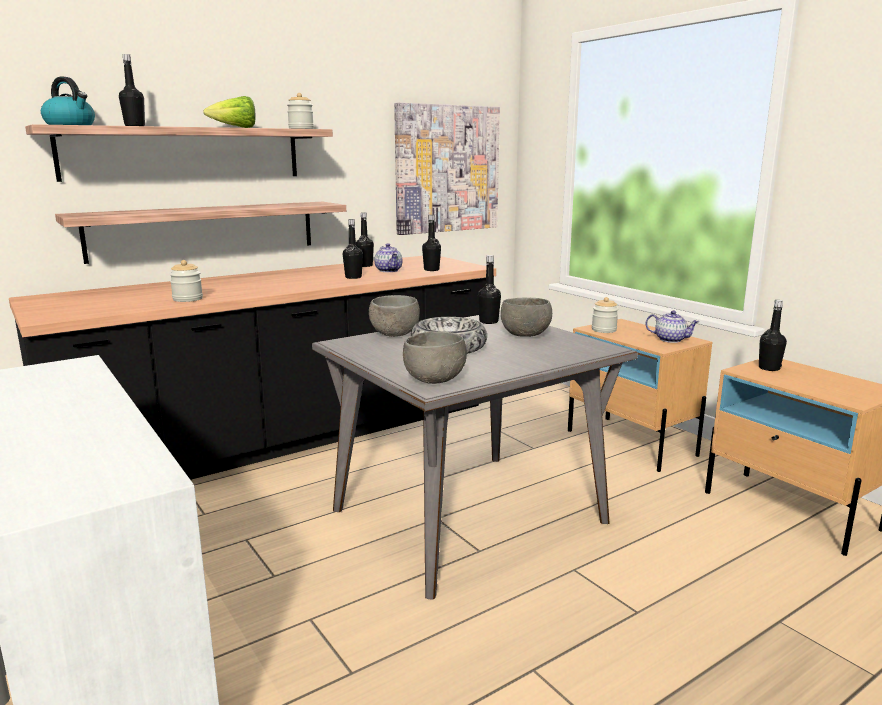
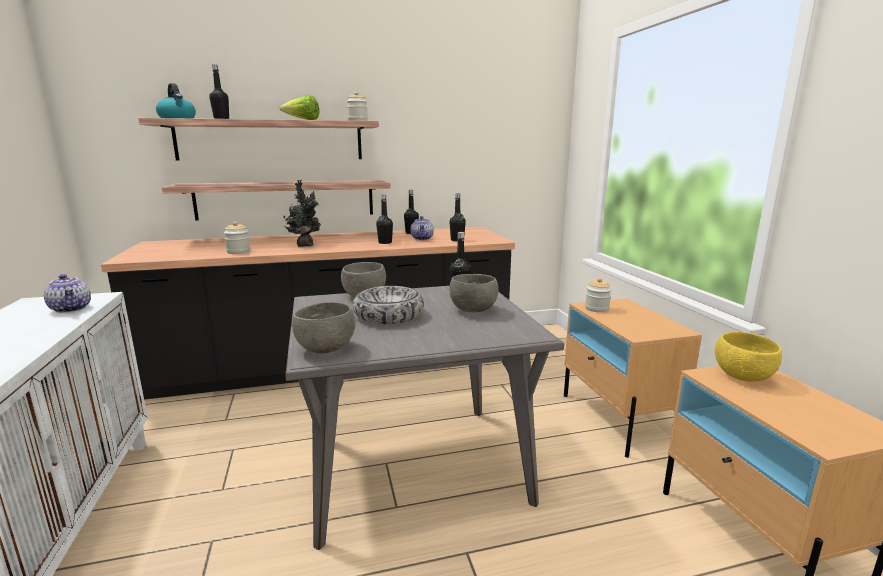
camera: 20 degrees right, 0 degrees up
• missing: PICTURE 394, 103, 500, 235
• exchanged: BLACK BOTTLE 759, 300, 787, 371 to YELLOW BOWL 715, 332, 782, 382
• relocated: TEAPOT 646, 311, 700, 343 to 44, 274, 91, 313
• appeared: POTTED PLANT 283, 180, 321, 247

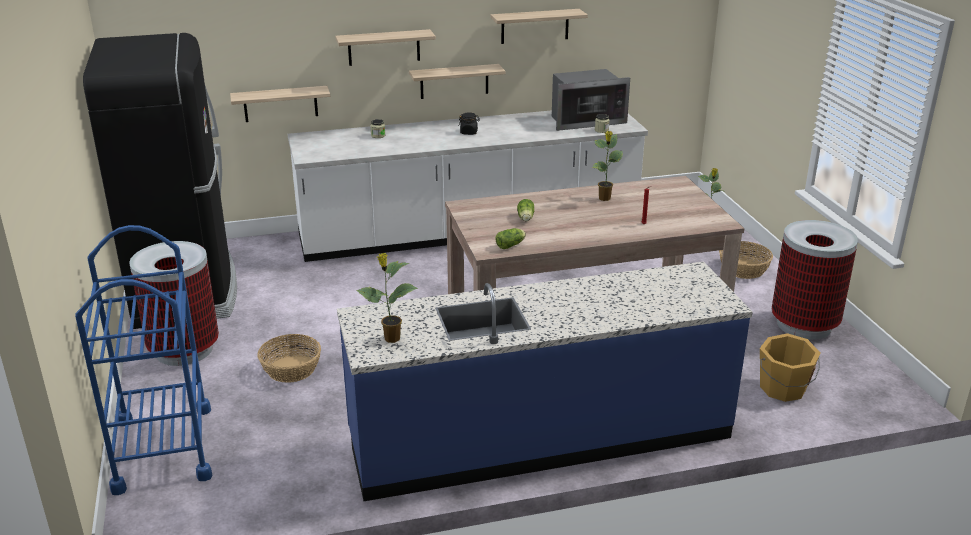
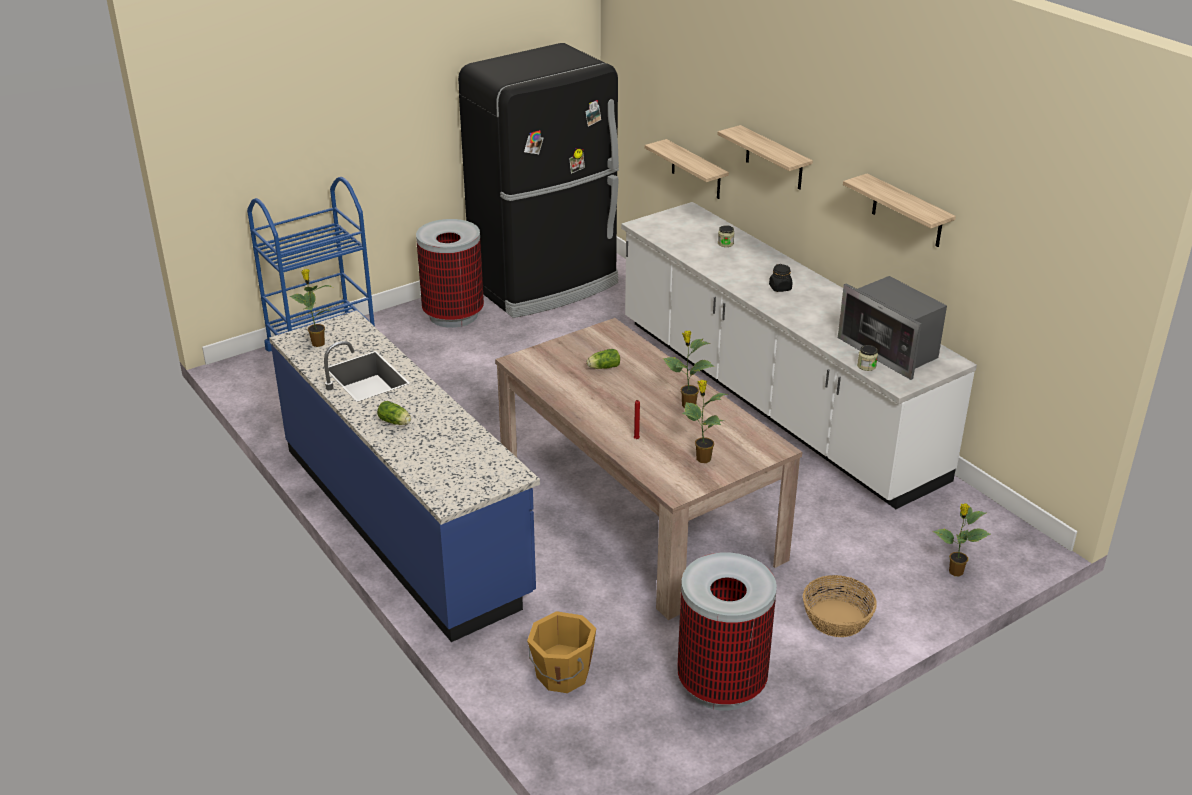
camera: 70 degrees right, 5 degrees up
• missing: SHELF 409, 64, 506, 99
• relocated: LETTUCE 495, 228, 526, 249 to 377, 401, 411, 425
• missing: BASKET 257, 334, 321, 383
• appeared: POTTED PLANT 682, 380, 728, 463

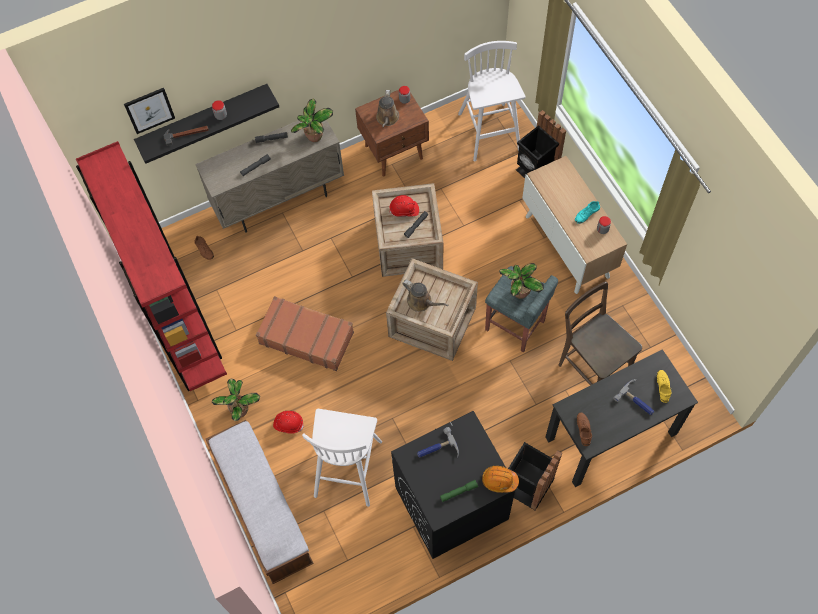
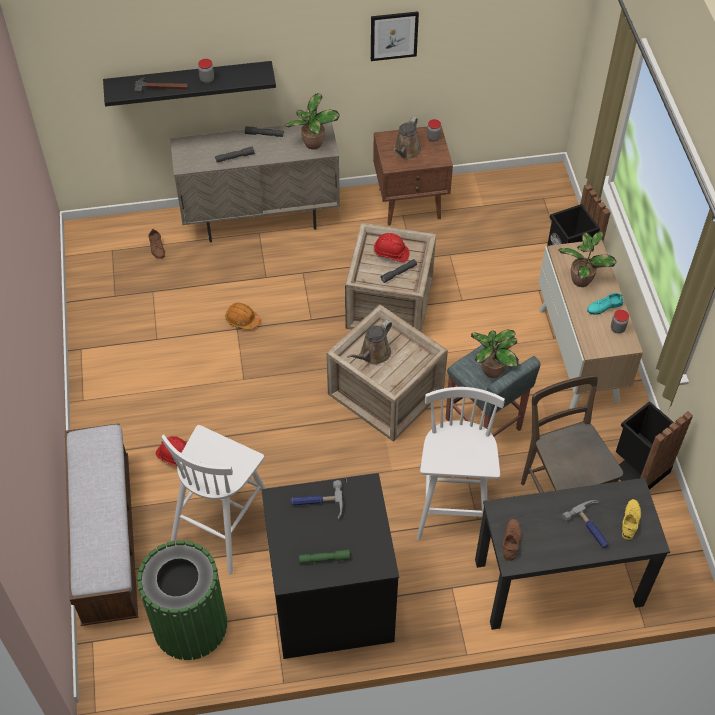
camera: 15 degrees right, 10 degrees down
• relocated: WHITE STOOL 458, 41, 525, 162 to 417, 387, 505, 541
• relocated: PICTURE 124, 88, 175, 134 to 371, 11, 419, 61
• missing: RED BOOKCASE 76, 141, 227, 391
• spun: BROWN WATERING CAN 402, 280, 448, 312 = 347, 320, 392, 365 75 degrees clockwise
• missing: BROWN SUITCASE 256, 296, 354, 371
• relocated: POTTED PLANT 211, 378, 260, 421 to 558, 232, 616, 287
• relocated: BLACK TRASH CAN 508, 442, 562, 511 to 616, 401, 693, 490
• relocated: ORANGE HARD HAT 482, 466, 519, 493 to 225, 303, 260, 330
• appeared: GREEN TRASH CAN 137, 540, 227, 660

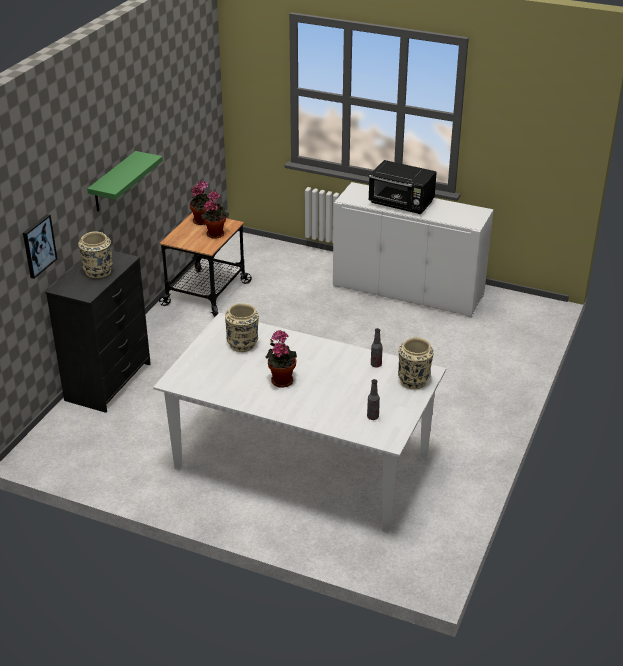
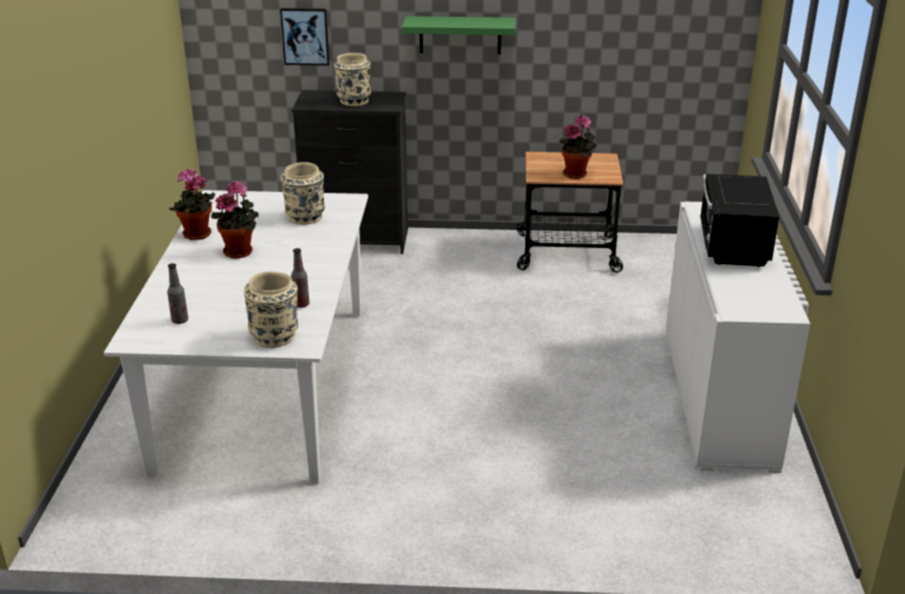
camera: 70 degrees right, 5 degrees down
• relocated: POTTED PLANT 190, 181, 213, 225 to 169, 169, 215, 240

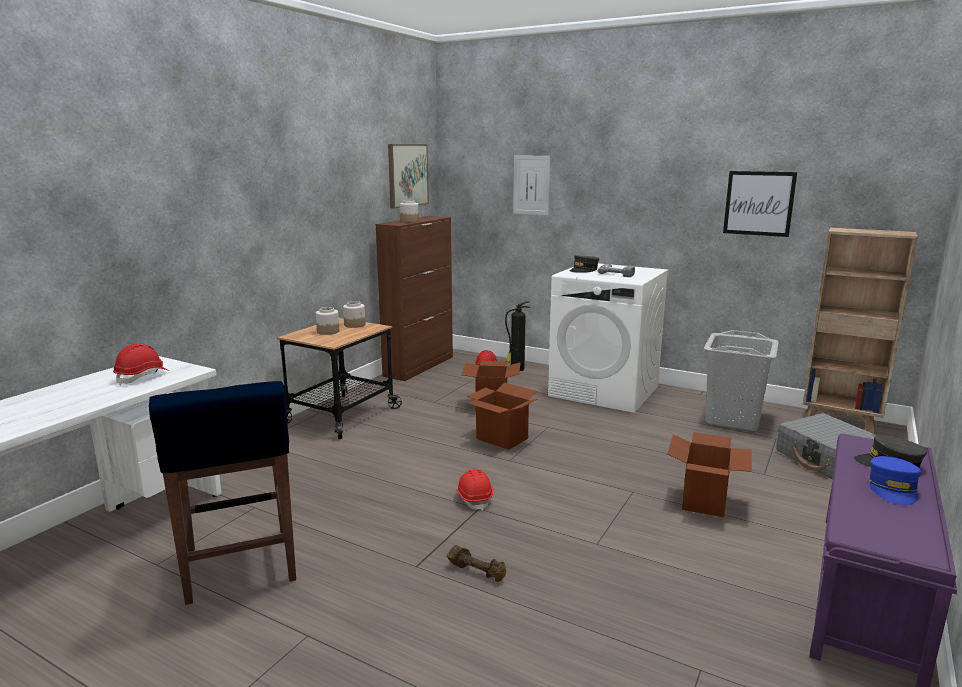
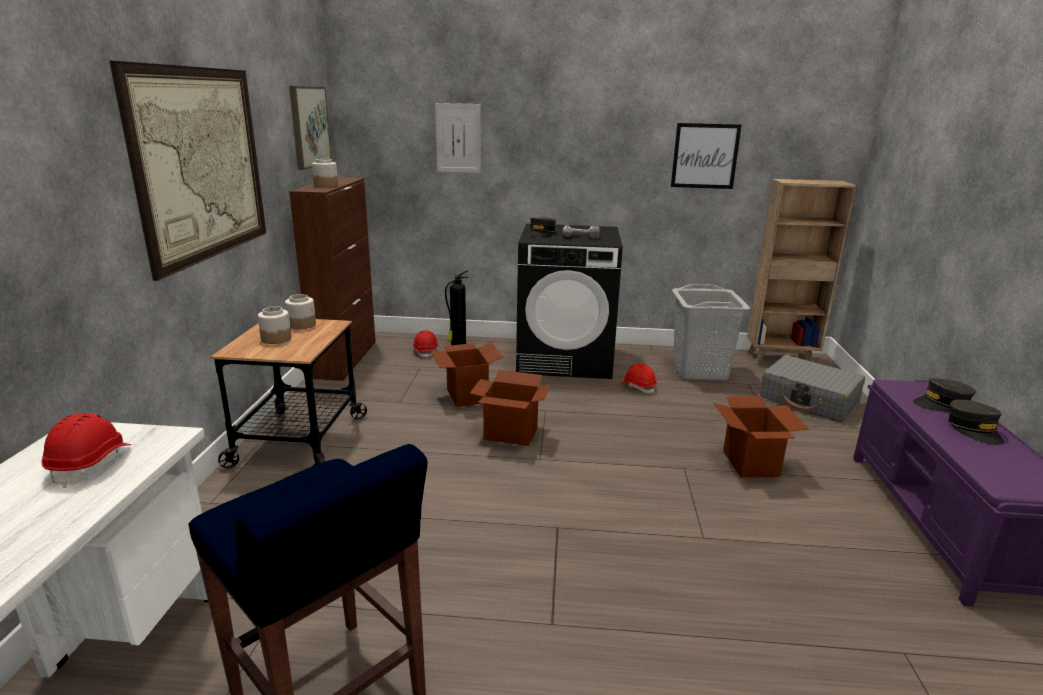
camera: 25 degrees left, 5 degrees up
• colour: WHITE WASHING MACHINE 548, 263, 668, 413 to BLACK WASHING MACHINE 516, 224, 623, 379
• colour: BLUE CAP 869, 456, 921, 505 to GREY CAP 949, 399, 1004, 445
• relocated: RED HARD HAT 456, 469, 493, 511 to 621, 363, 657, 393
• missing: BROWN DUMBBELL 446, 545, 506, 582
• appeared: PICTURE 109, 61, 266, 281

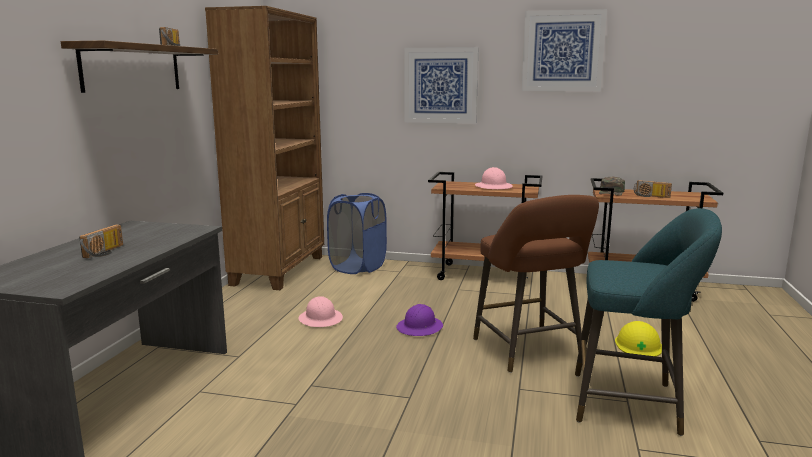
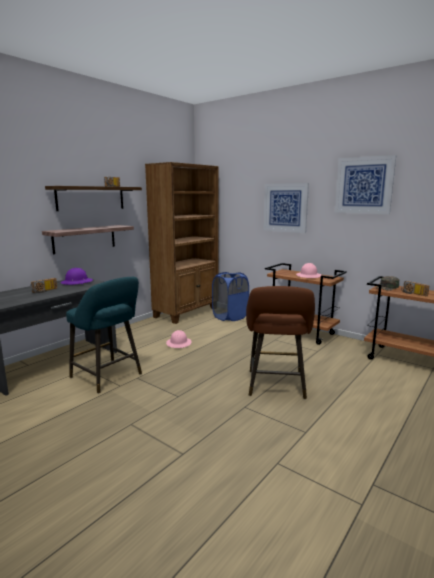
camera: 25 degrees right, 0 degrees up
• relocated: TURQUOISE STOOL 575, 208, 722, 436 to 66, 277, 142, 394
• relocated: PURPLE HARD HAT 396, 304, 443, 336 to 60, 268, 93, 285
• missing: YELLOW HARD HAT 615, 321, 662, 356
• appeared: SHELF 42, 225, 134, 254

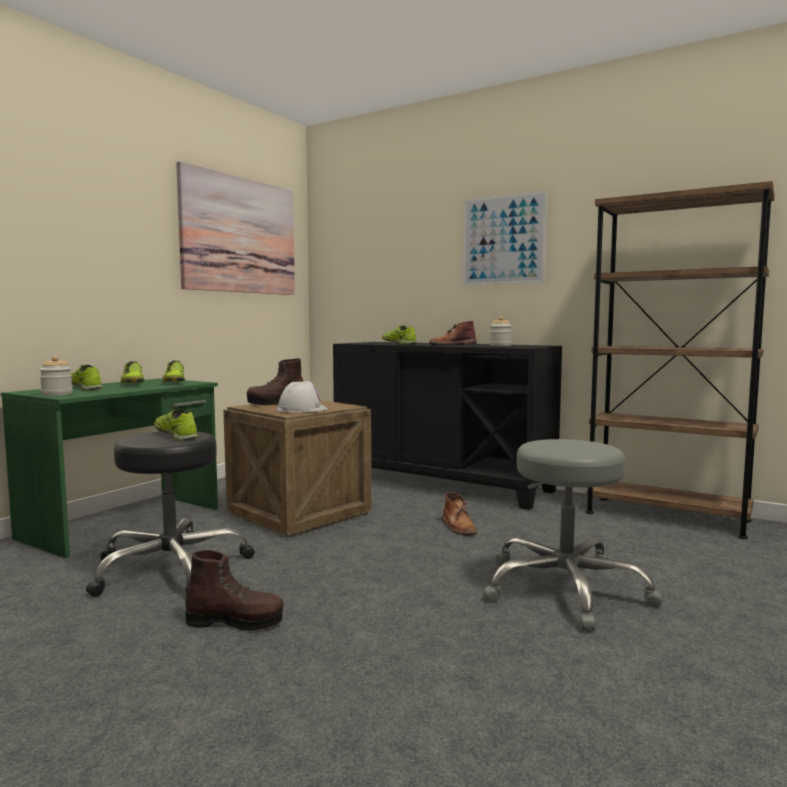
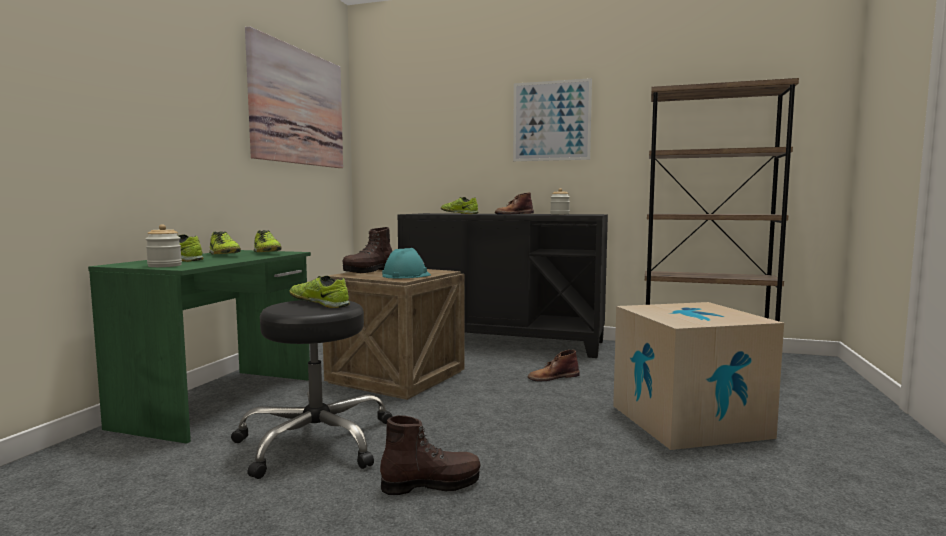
camera: 15 degrees left, 0 degrees up
• colour: WHITE HARD HAT 277, 381, 328, 413 to TURQUOISE HARD HAT 382, 248, 431, 278
• exchanged: GREY STOOL 483, 439, 663, 631 to CARDBOARD BOX 613, 302, 784, 450
• spun: BROWN BOOT 442, 492, 478, 536 = 528, 350, 580, 381 105 degrees clockwise

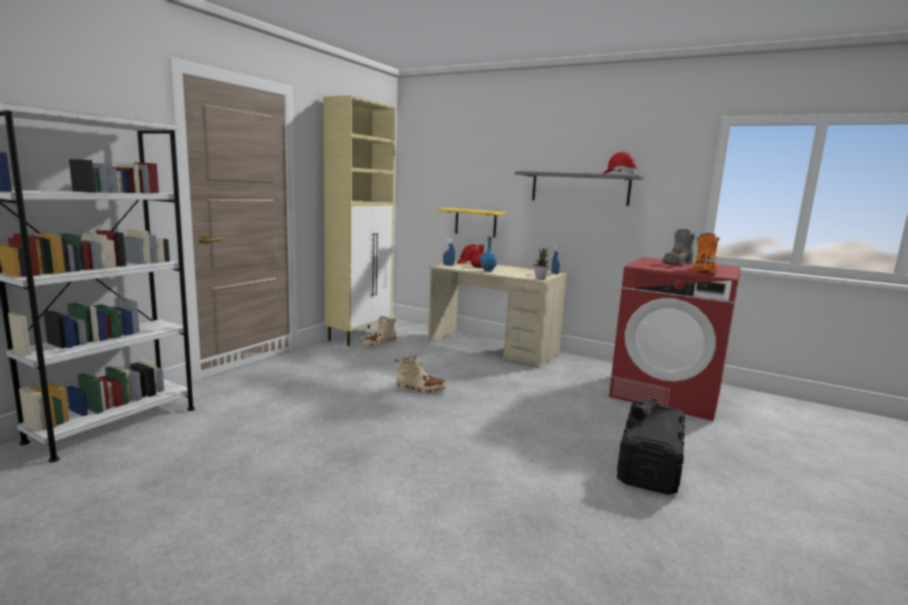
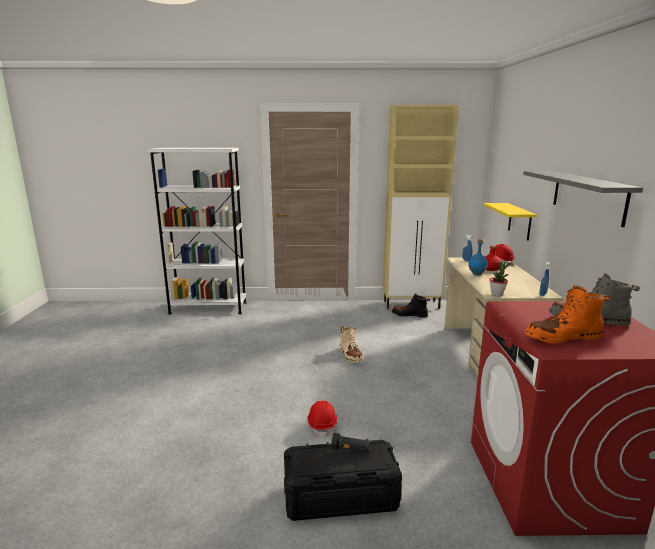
camera: 60 degrees right, 5 degrees up
• relocated: RED HARD HAT 602, 152, 637, 174 to 307, 401, 337, 437
• colour: BEIGE BOOT 362, 316, 397, 347 to BLACK BOOT 392, 293, 430, 317

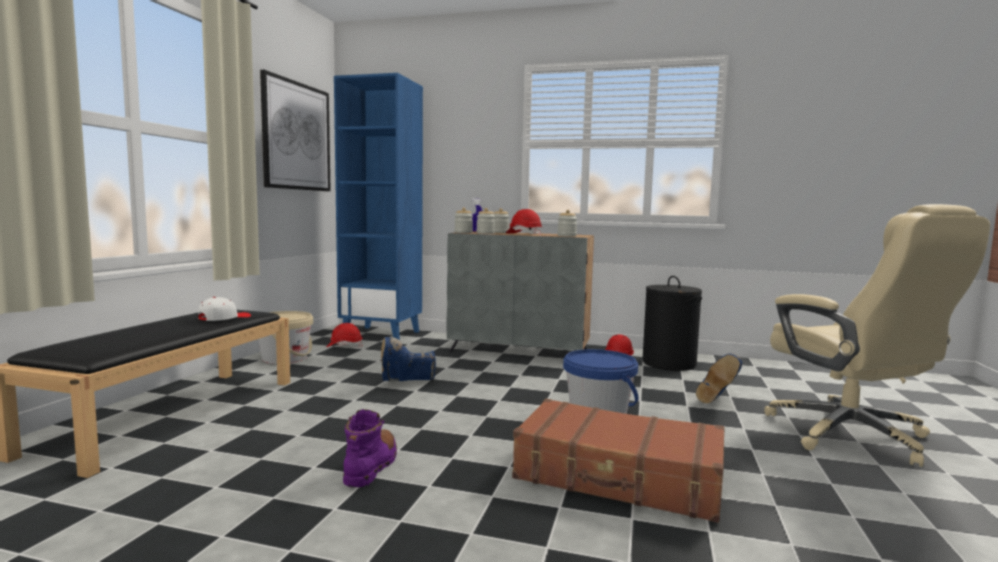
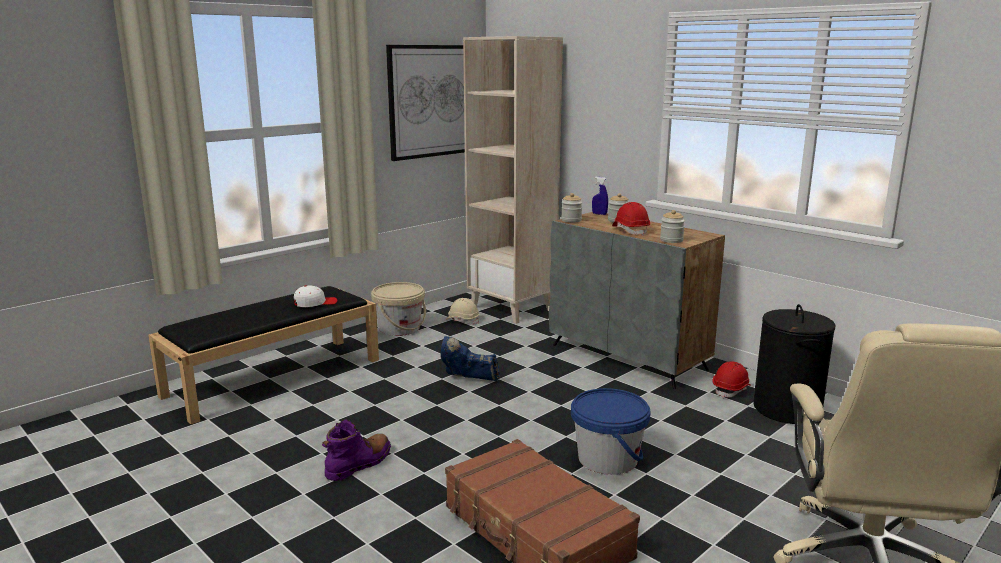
camera: 30 degrees right, 10 degrees up
• colour: BLUE BOOKCASE 334, 73, 423, 340 to BEIGE BOOKCASE 463, 36, 563, 324
• missing: JAR 477, 208, 495, 234
• colour: RED HARD HAT 326, 323, 363, 347 to BEIGE HARD HAT 445, 298, 479, 325
• missing: BLUE BOOT 696, 353, 742, 403

